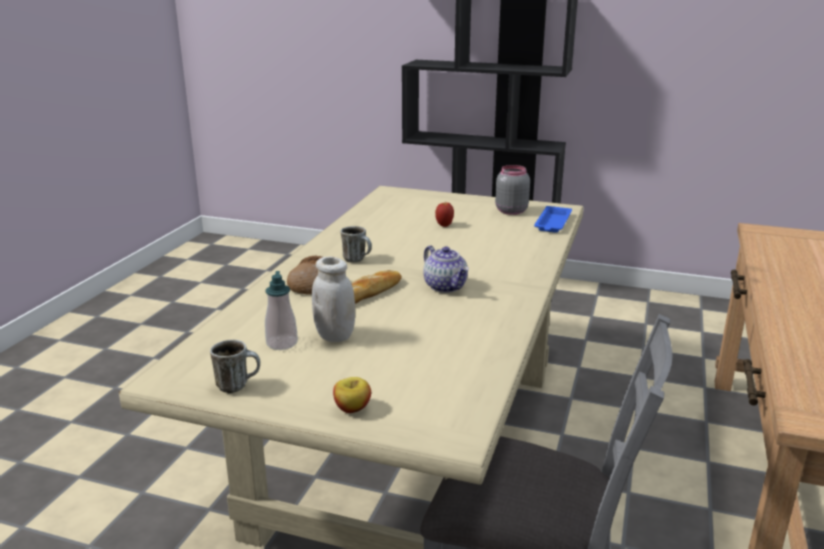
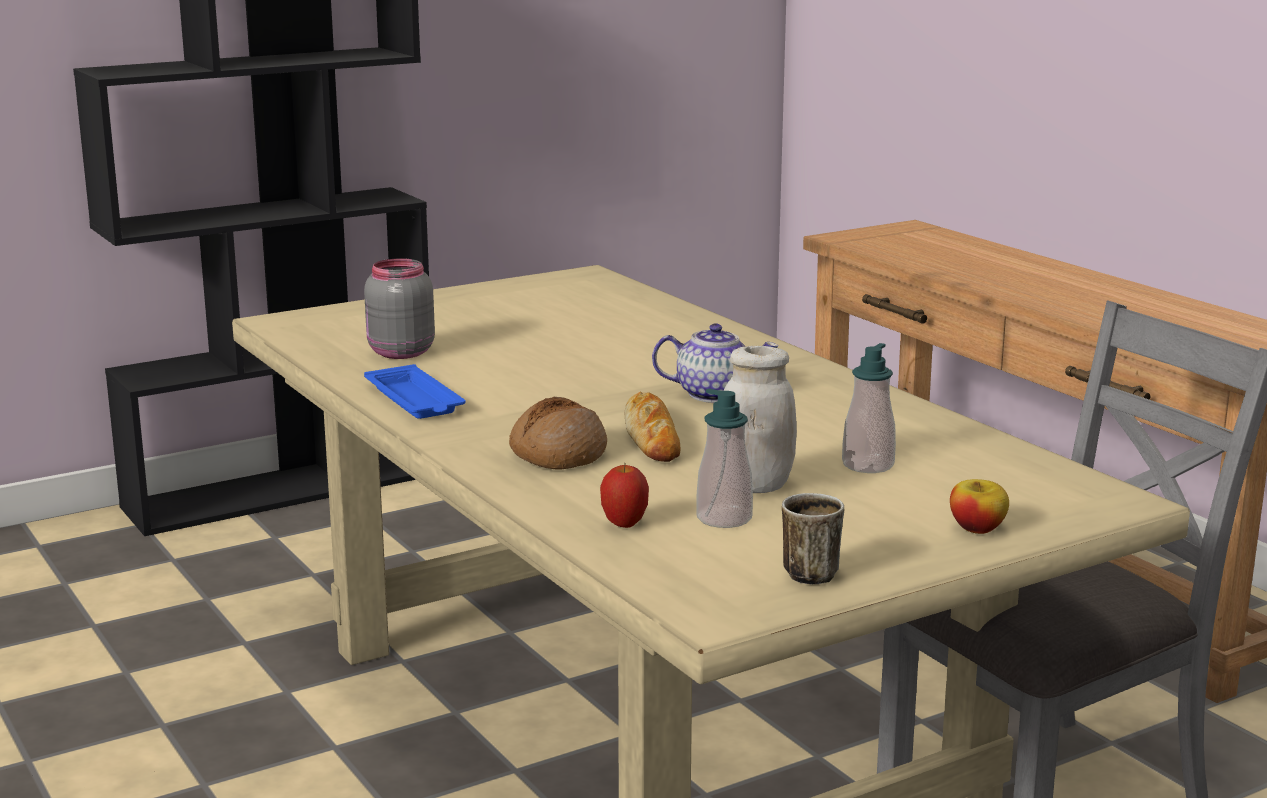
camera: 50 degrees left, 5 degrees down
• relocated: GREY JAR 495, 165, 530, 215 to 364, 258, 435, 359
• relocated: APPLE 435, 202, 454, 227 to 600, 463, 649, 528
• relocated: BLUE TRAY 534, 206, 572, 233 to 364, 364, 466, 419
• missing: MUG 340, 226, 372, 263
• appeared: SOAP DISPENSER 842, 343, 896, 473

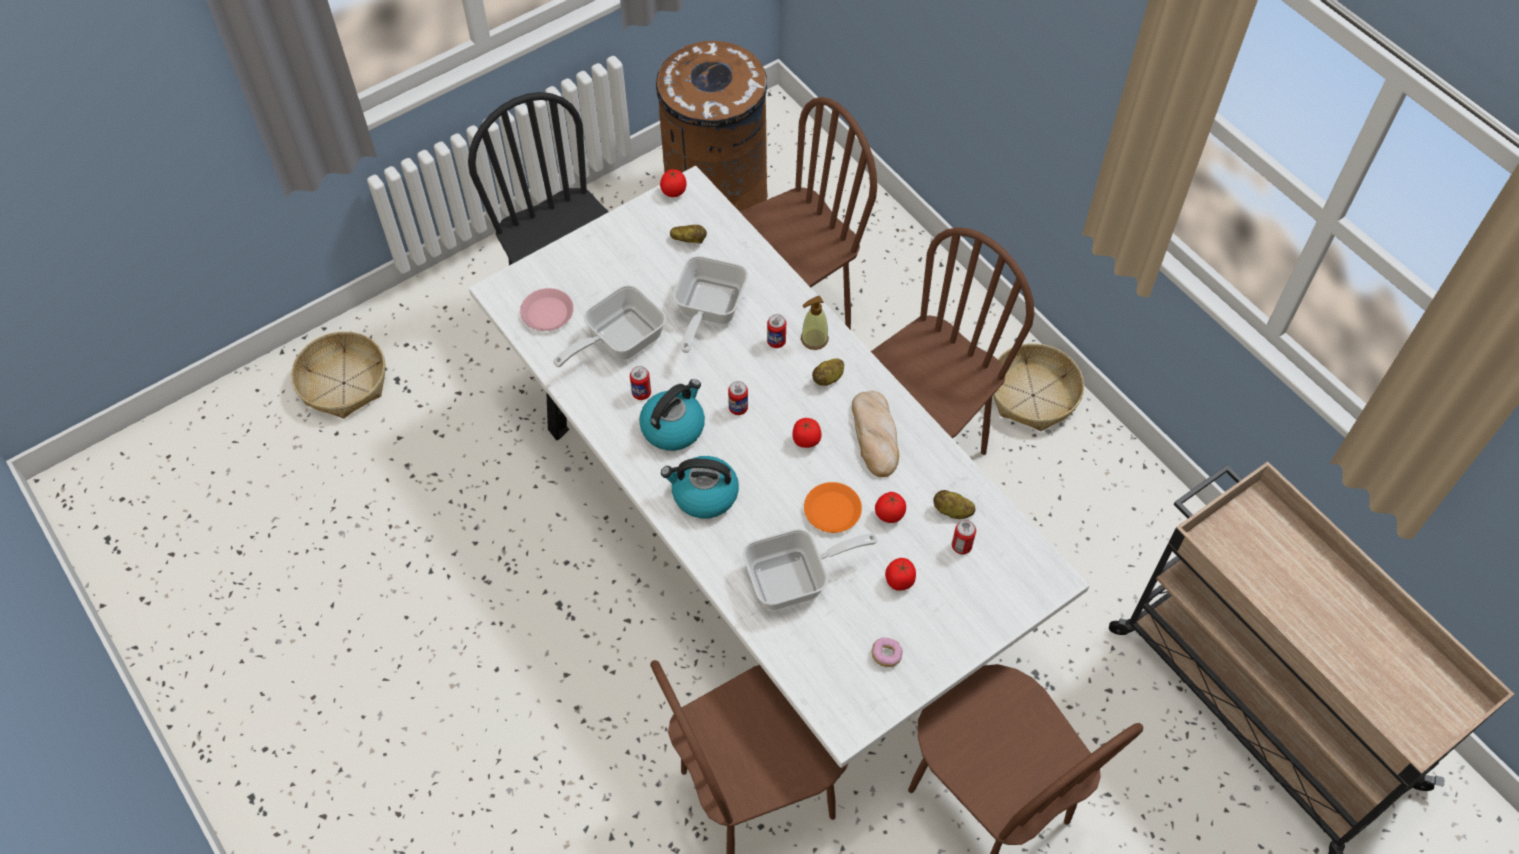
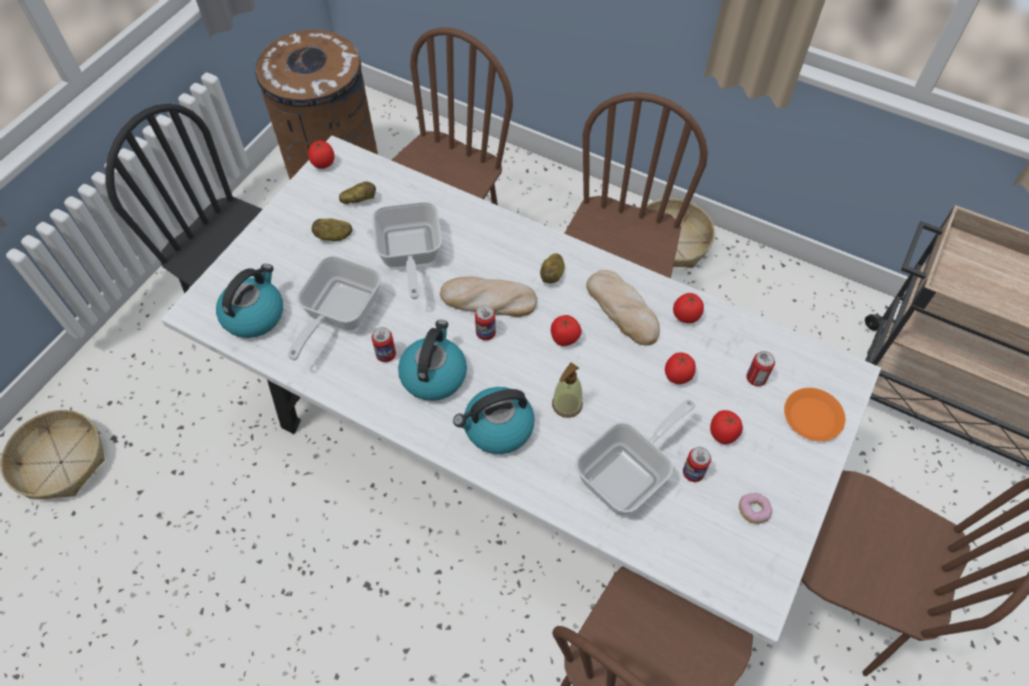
camera: 25 degrees left, 0 degrees up
• exchanged: PINK PLATE 520, 288, 574, 331 to KETTLE 216, 264, 283, 338
• relocated: SOAP DISPENSER 801, 296, 829, 350 to 552, 362, 583, 418
• relocated: CAN 767, 314, 786, 348 to 683, 447, 711, 482
• relocated: ORANGE PLATE 804, 482, 862, 533 to 784, 388, 845, 441
• relocated: POTATO 933, 490, 975, 519 to 312, 218, 352, 242
• appeared: BREAD 440, 277, 537, 317
• appeared: TOMATO 673, 293, 704, 323

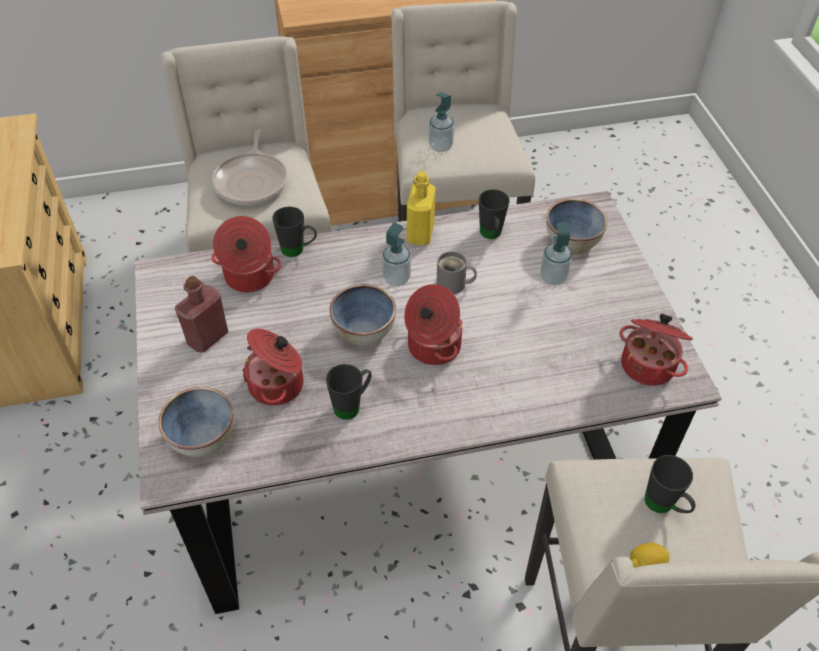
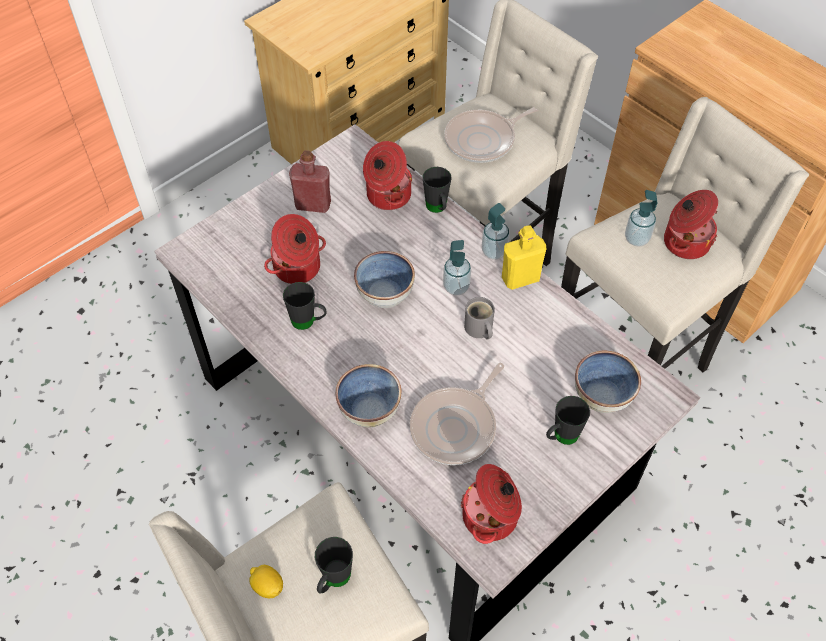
camera: 60 degrees right, 5 degrees up
• relocated: BLACK MUG 479, 189, 509, 239 to 546, 396, 590, 445
• relocated: SOAP DISPENSER 540, 222, 572, 285 to 482, 203, 510, 259
• relocated: COOKING POT 404, 284, 463, 365 to 664, 190, 718, 259
• relocated: BOWL 158, 387, 234, 457 to 335, 364, 402, 428
• appeared: FRYING PAN 410, 363, 504, 465

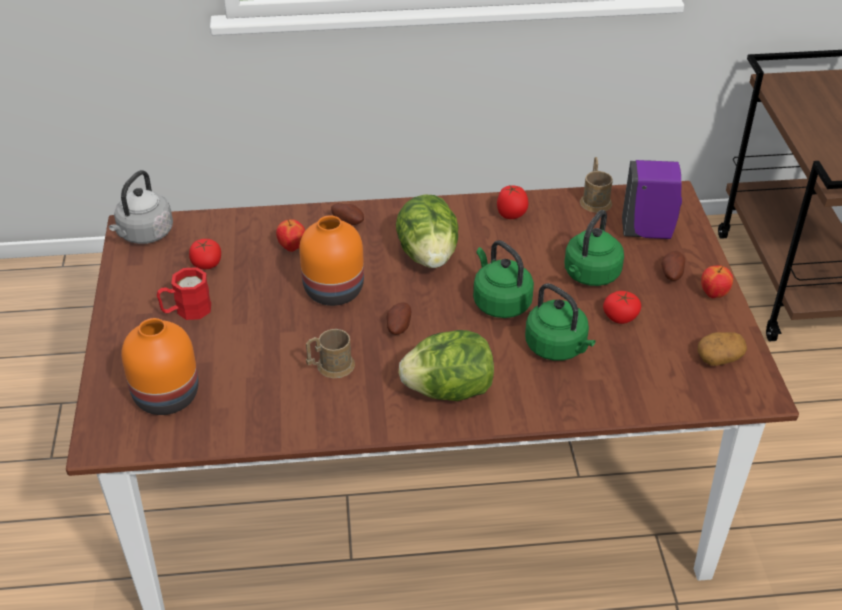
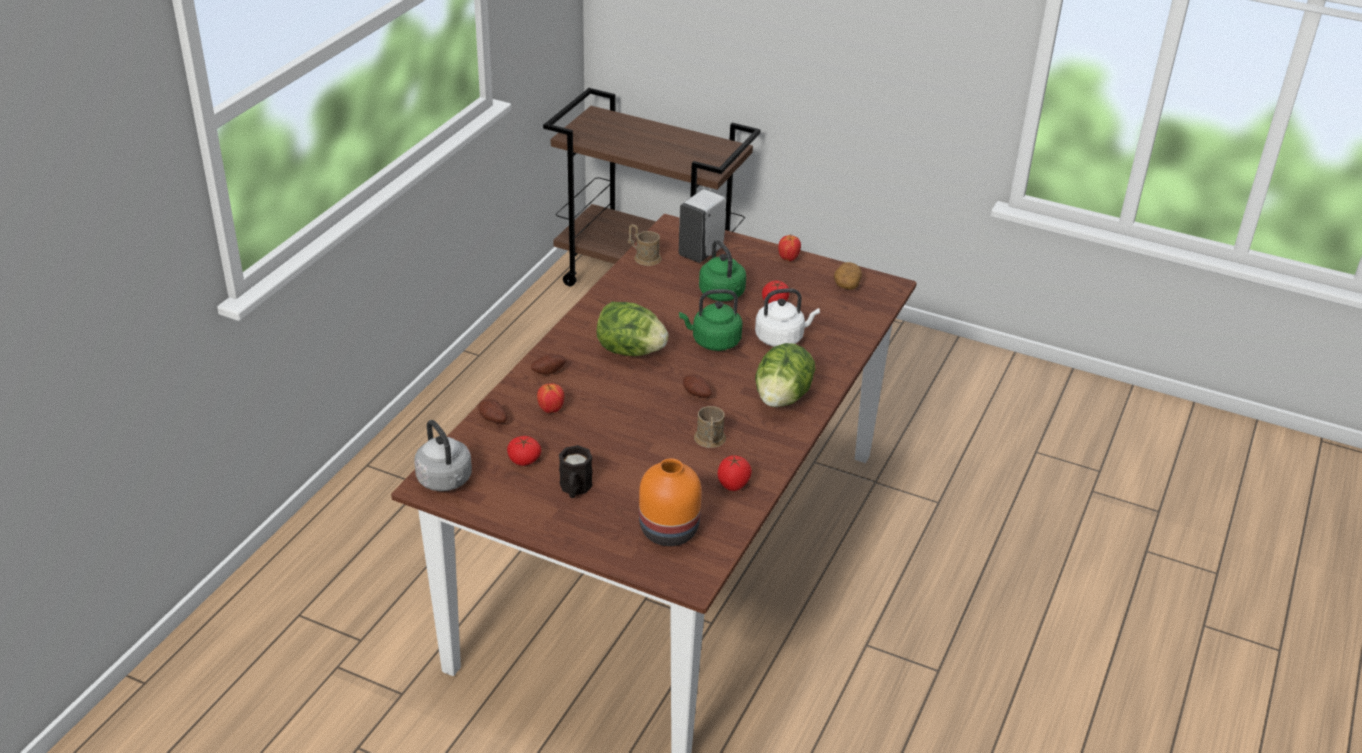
camera: 60 degrees left, 5 degrees down
• colour: PURPLE SOAP DISPENSER 622, 160, 682, 239 to WHITE SOAP DISPENSER 679, 189, 726, 263
• relocated: TOMATO 497, 185, 529, 219 to 718, 455, 752, 491
• missing: ORANGE VASE 299, 215, 364, 306
• relocated: POTATO 661, 251, 685, 281 to 479, 399, 507, 424
• colour: RED MUG 157, 267, 211, 320 to BLACK MUG 559, 445, 593, 498
• colour: GREEN KETTLE 525, 283, 596, 361 to WHITE KETTLE 755, 288, 820, 347

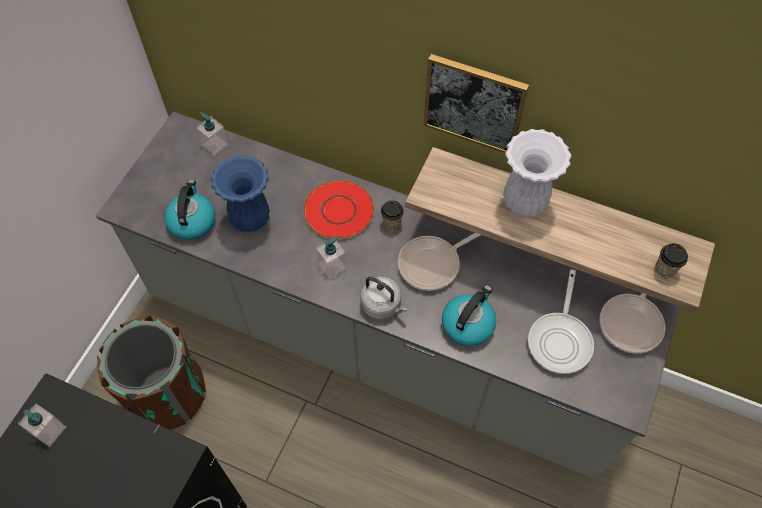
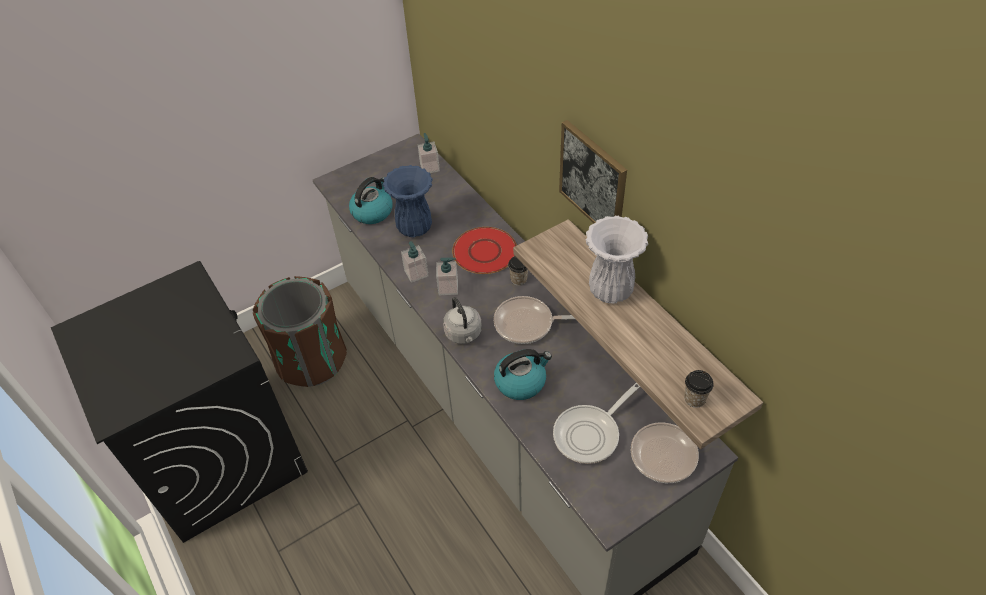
camera: 35 degrees right, 10 degrees down
• relocated: SOAP DISPENSER 18, 403, 66, 447 to 401, 241, 429, 283

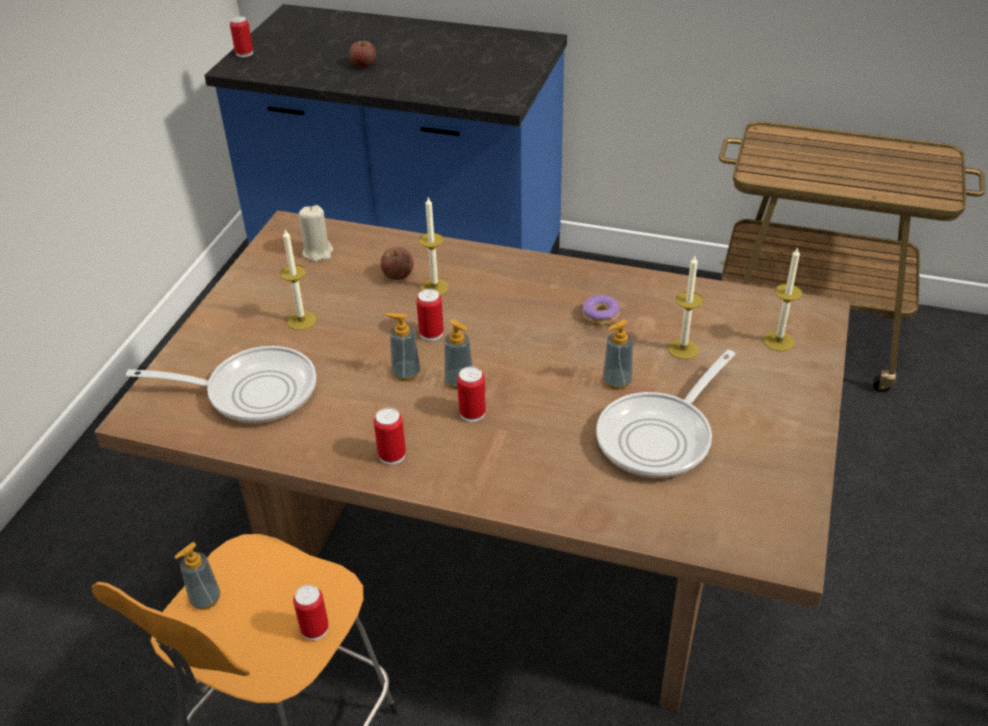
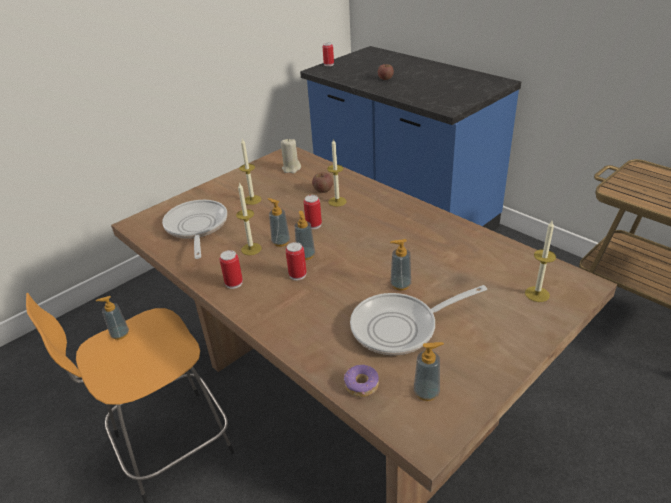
camera: 30 degrees right, 5 degrees down
• relocated: CANDLE 668, 256, 703, 359 to 236, 182, 261, 255
• relocated: DONUT 582, 295, 620, 325 to 344, 365, 379, 397
• spun: FRYING PAN 126, 346, 316, 423 = 162, 200, 227, 259 135 degrees counterclockwise
• missing: CAN 293, 585, 329, 640
• appeared: SOAP DISPENSER 414, 342, 444, 401

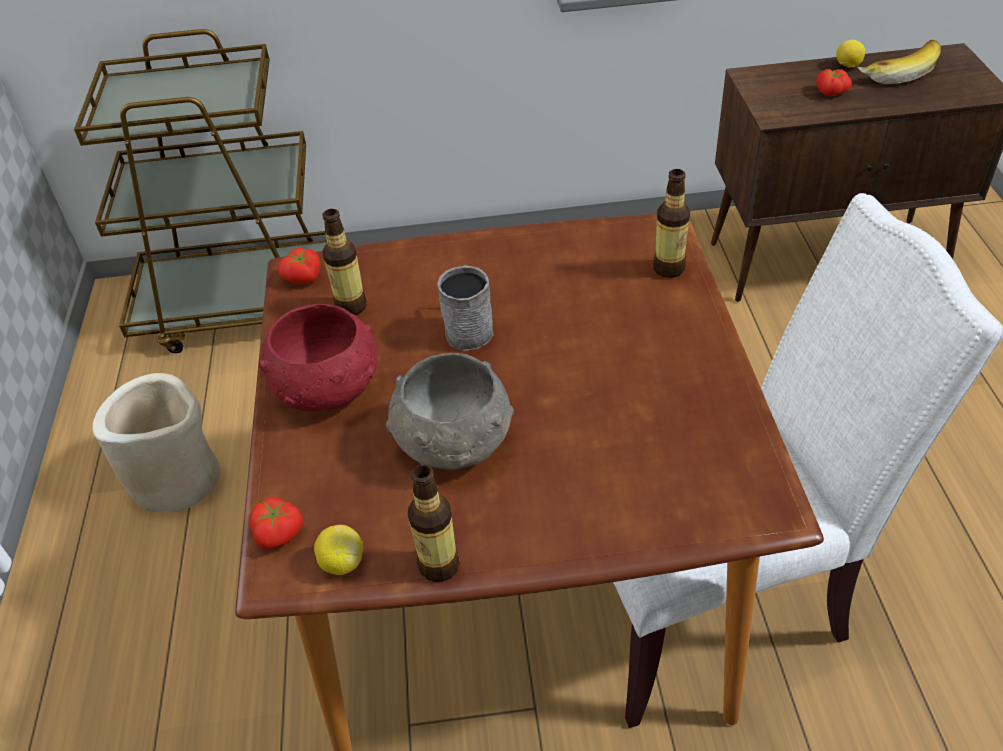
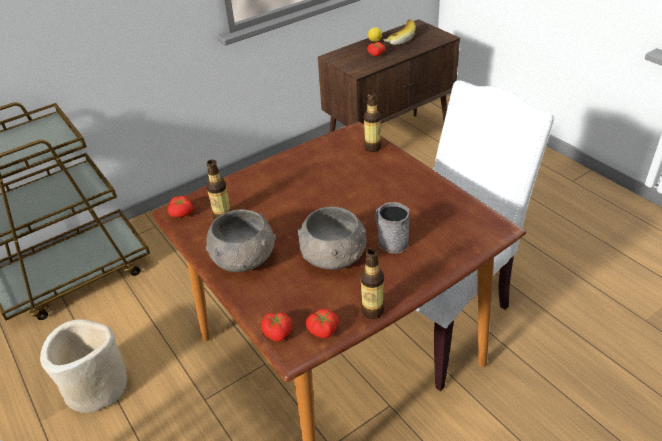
camera: 30 degrees left, 5 degrees down
• relocated: GREY MUG 437, 265, 493, 351 to 375, 202, 409, 253
• colour: RED BOWL 259, 304, 377, 411 to GREY BOWL 206, 209, 276, 272
• exchanged: LEMON 314, 525, 363, 575 to TOMATO 306, 309, 339, 338

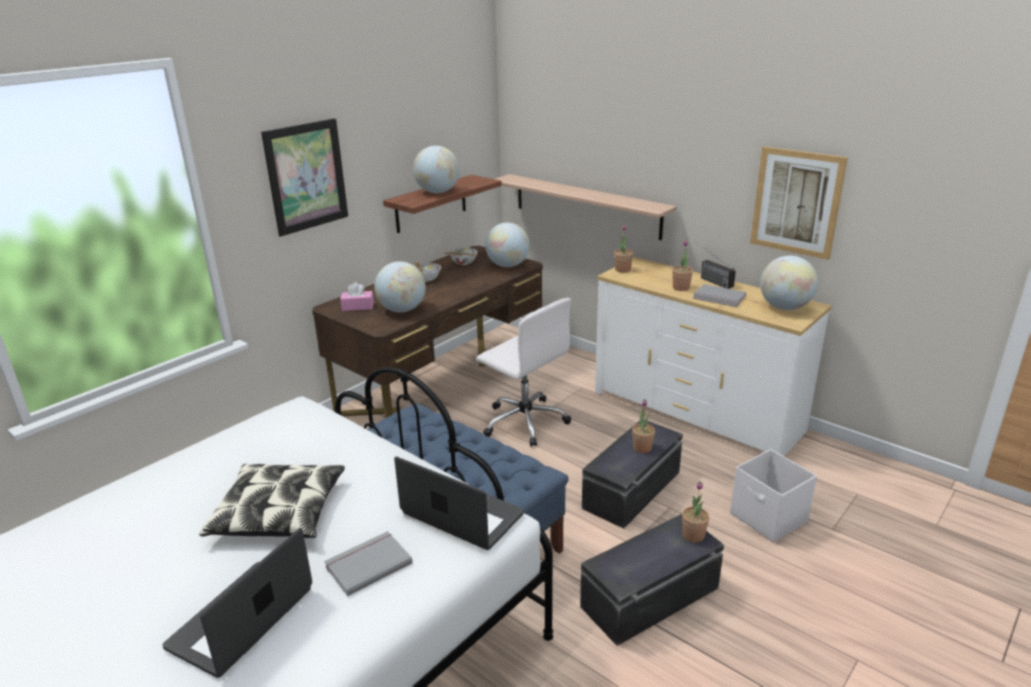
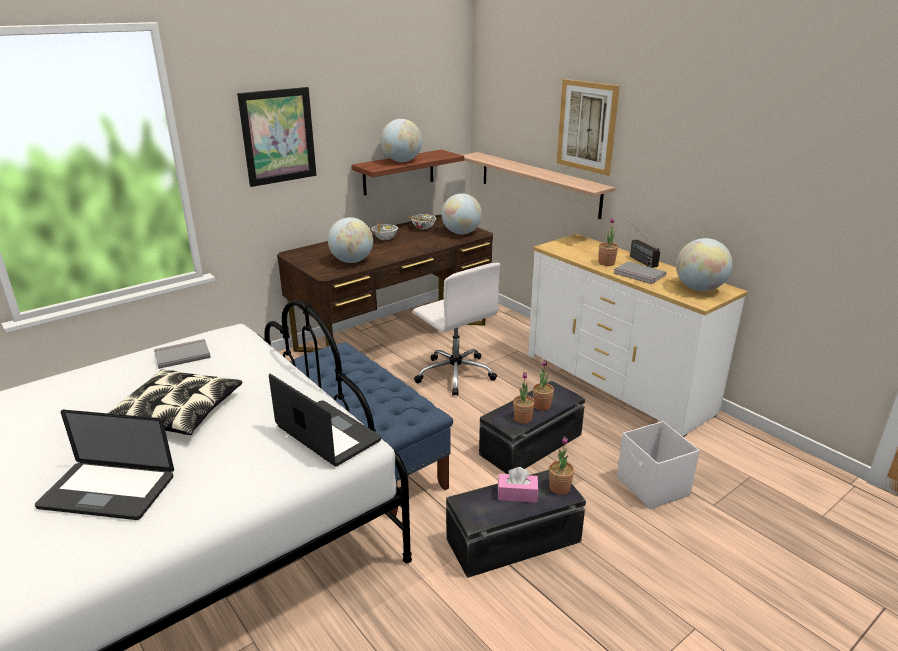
camera: 10 degrees right, 0 degrees up
• relocated: PICTURE 750, 147, 848, 260 to 557, 79, 620, 176
• relocated: POTTED PLANT 614, 225, 633, 273 to 513, 372, 535, 424
• relocated: PINK TISSUE BOX 340, 282, 374, 311 to 498, 467, 538, 503
• spun: LAPTOP 162, 528, 312, 678 = 35, 410, 174, 520 120 degrees counterclockwise
• relocated: GREY BOOK 324, 531, 413, 596 to 154, 339, 211, 369

